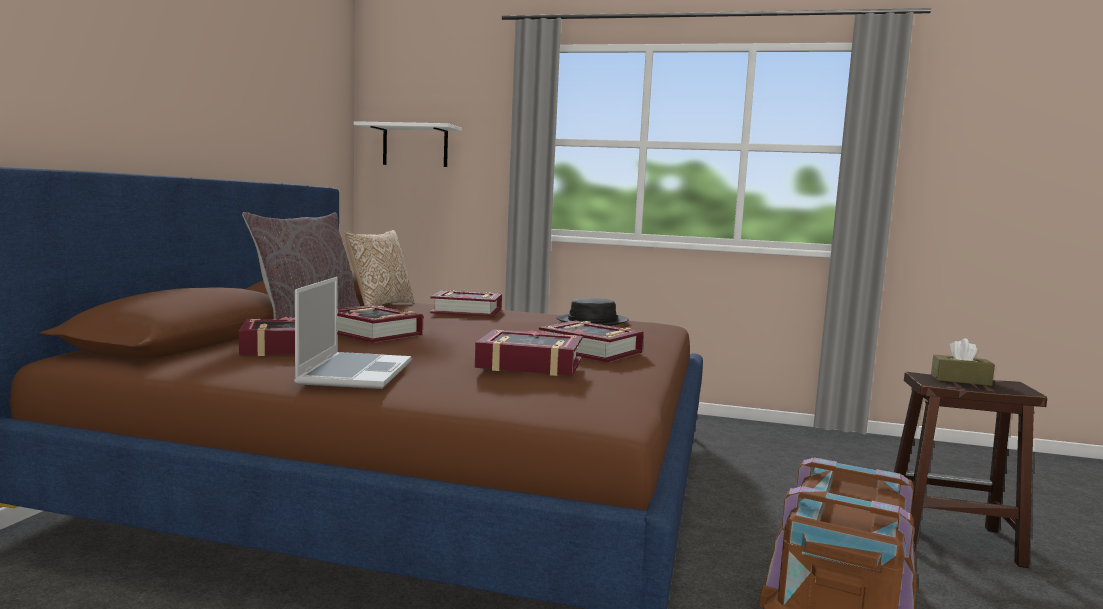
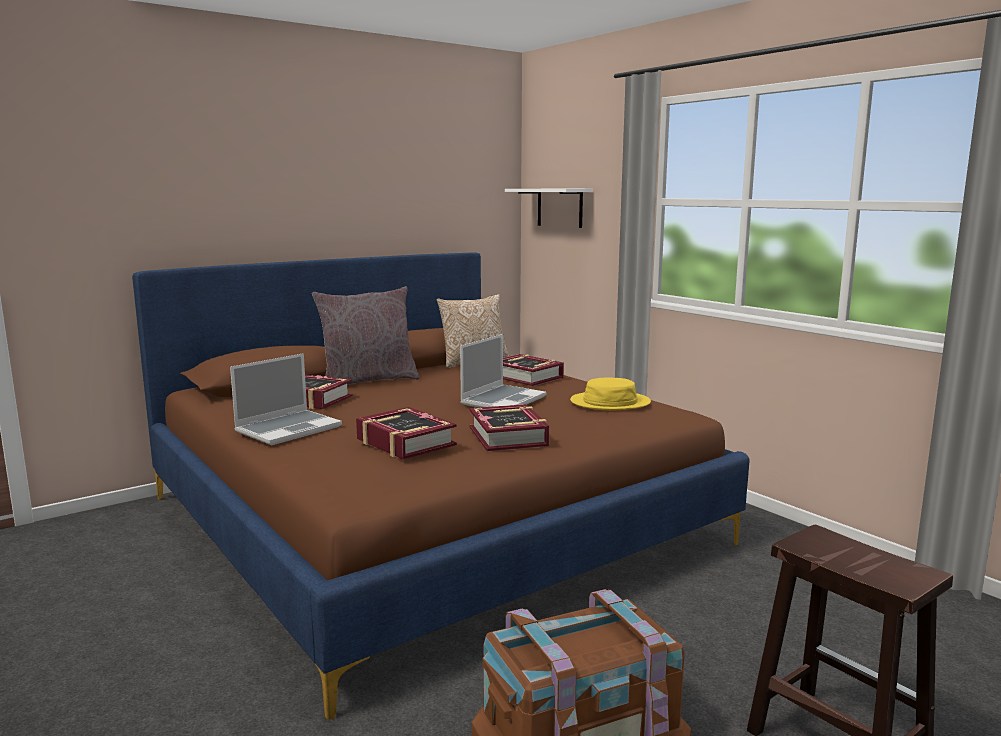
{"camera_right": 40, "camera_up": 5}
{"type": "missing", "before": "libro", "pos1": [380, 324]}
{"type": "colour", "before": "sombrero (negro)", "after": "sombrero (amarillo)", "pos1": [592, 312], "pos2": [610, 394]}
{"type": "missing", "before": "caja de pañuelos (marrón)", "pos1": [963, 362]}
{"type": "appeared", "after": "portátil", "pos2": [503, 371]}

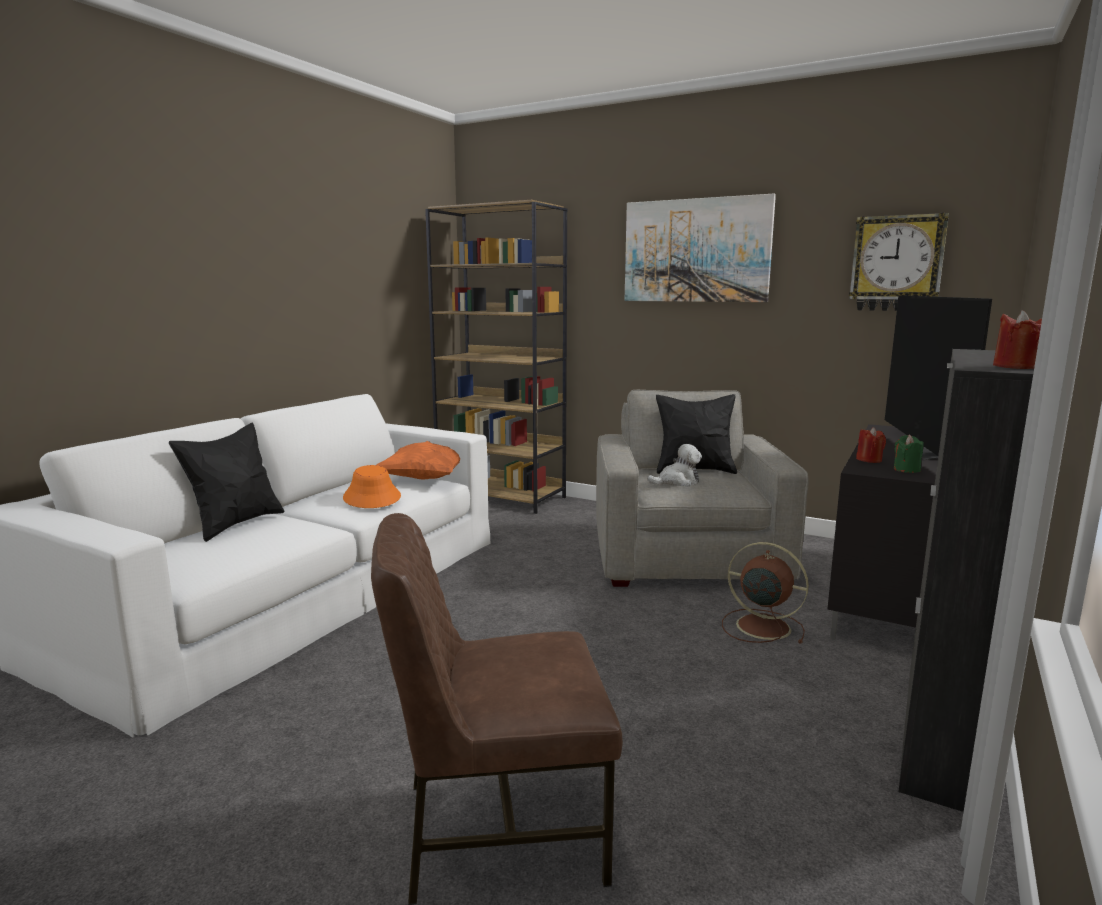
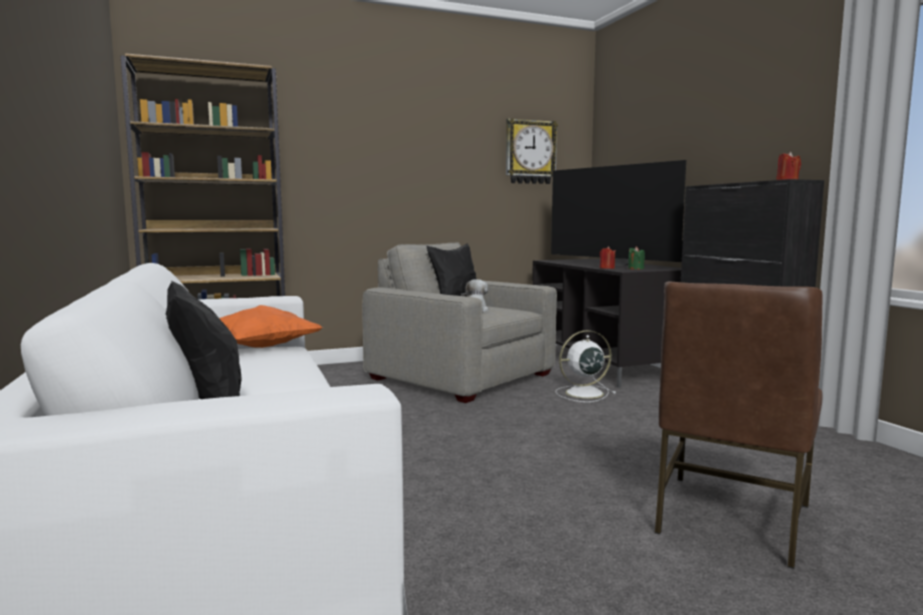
{"camera_right": -50, "camera_up": -5}
{"type": "missing", "before": "sombrero (naranja)", "pos1": [372, 486]}
{"type": "missing", "before": "cuadro", "pos1": [700, 248]}
{"type": "colour", "before": "ventilador (marrón)", "after": "ventilador (blanco)", "pos1": [765, 593], "pos2": [585, 366]}

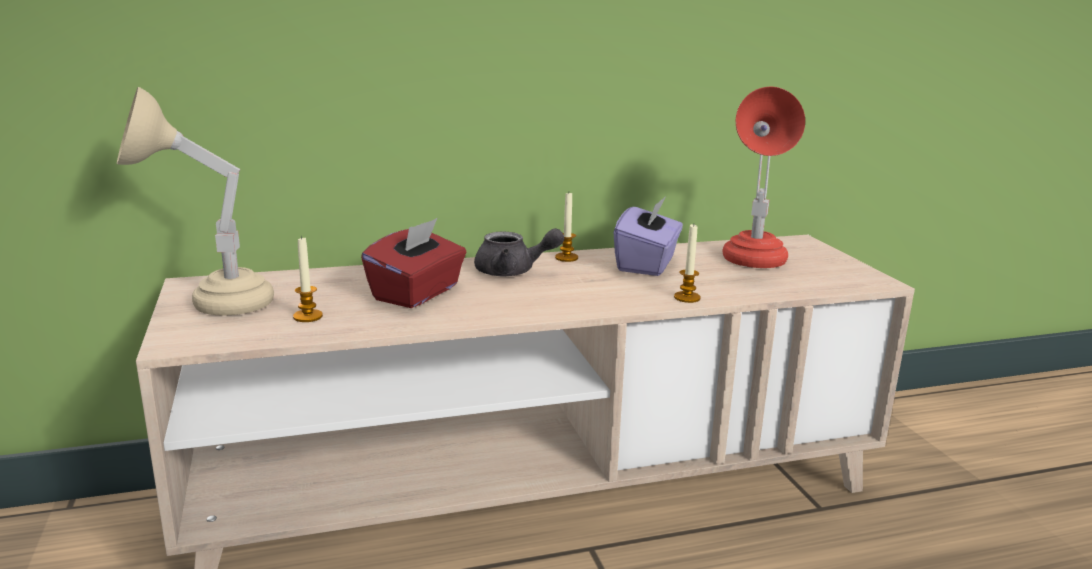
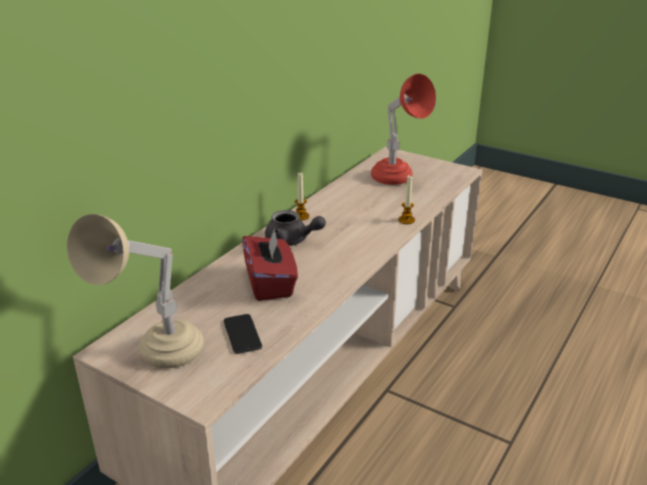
{"camera_right": -40, "camera_up": 10}
{"type": "exchanged", "before": "vela", "after": "móvil", "pos1": [308, 279], "pos2": [243, 334]}
{"type": "spun", "before": "tetera (gris)", "pos1": [519, 252], "pos2": [295, 228], "turn": 60}
{"type": "missing", "before": "caja de pañuelos (morado)", "pos1": [648, 236]}

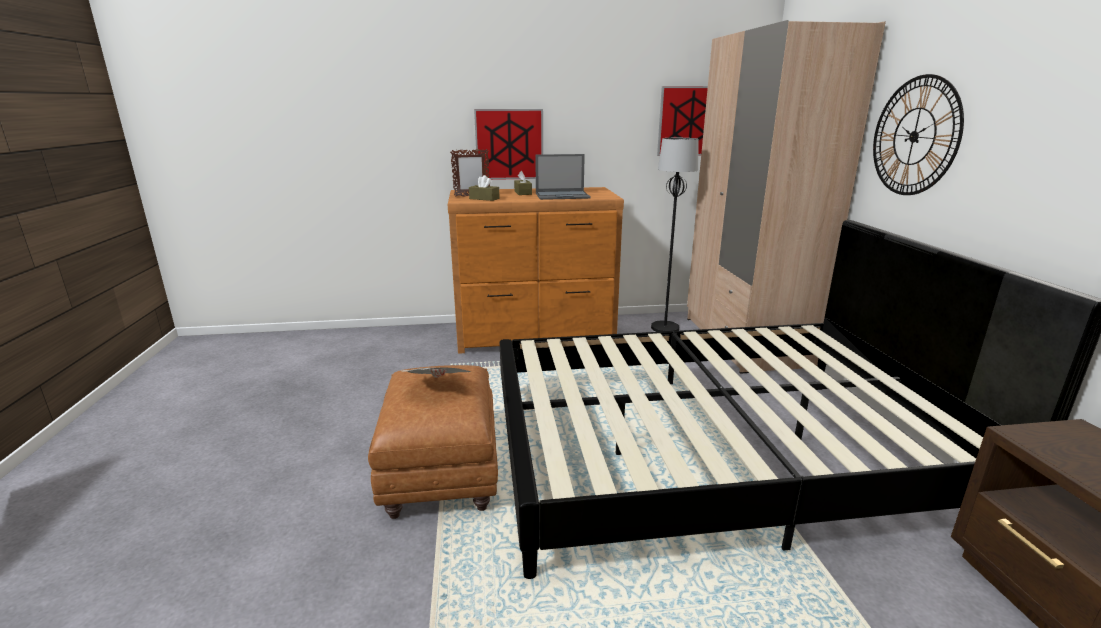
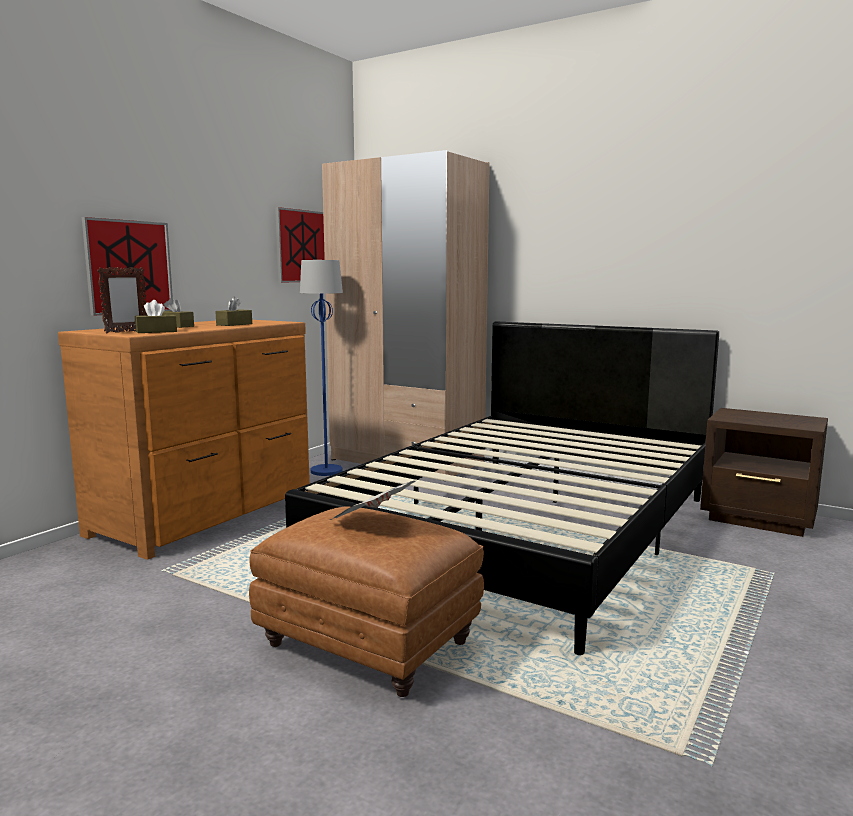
{"camera_right": -50, "camera_up": -10}
{"type": "exchanged", "before": "portátil", "after": "caja de pañuelos (marrón)", "pos1": [563, 177], "pos2": [233, 311]}
{"type": "colour", "before": "lámpara de pie (negro)", "after": "lámpara de pie (azul)", "pos1": [675, 235], "pos2": [321, 368]}
{"type": "missing", "before": "reloj de pared", "pos1": [918, 134]}

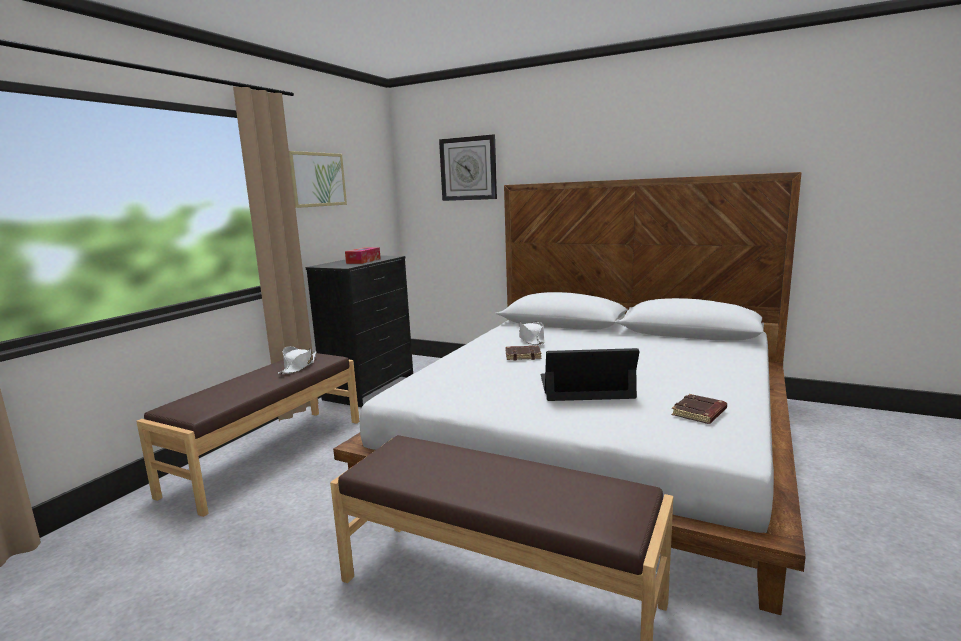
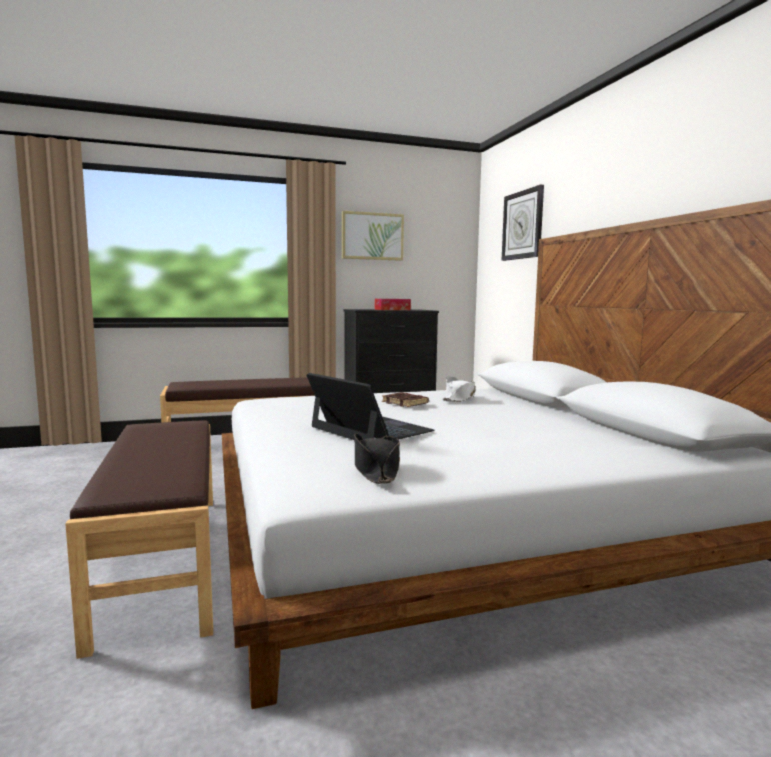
{"camera_right": 45, "camera_up": -5}
{"type": "missing", "before": "sombrero (blanco)", "pos1": [297, 360]}
{"type": "exchanged", "before": "libro (marrón)", "after": "sombrero (negro)", "pos1": [699, 409], "pos2": [377, 459]}

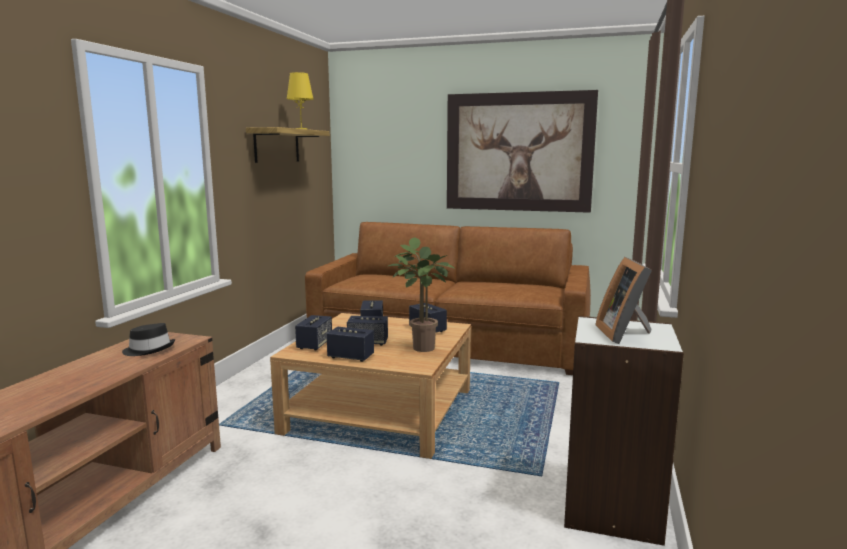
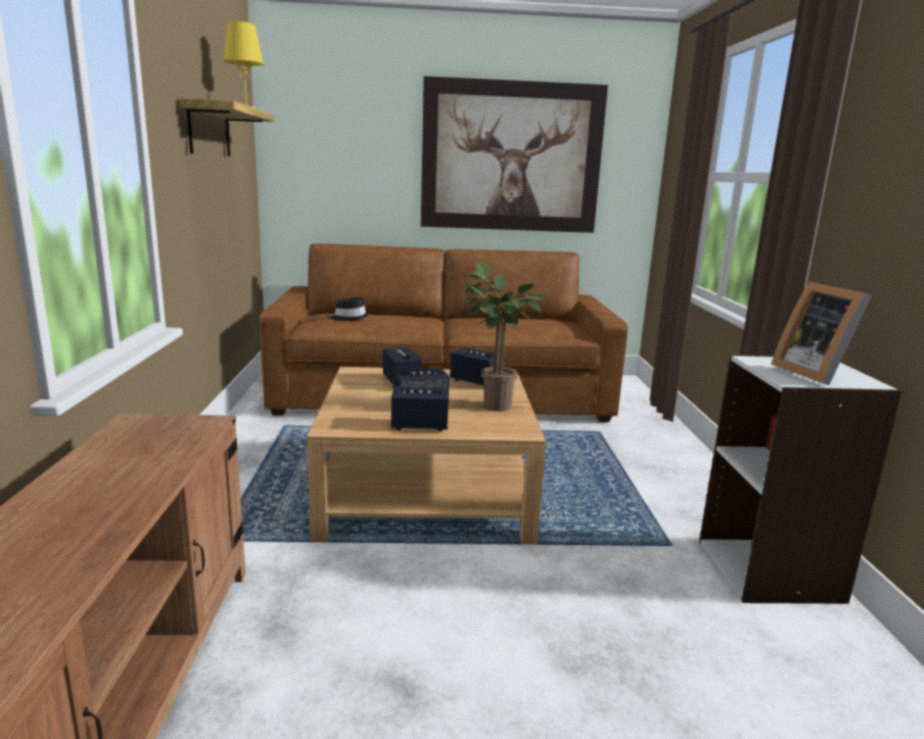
{"camera_right": -20, "camera_up": 5}
{"type": "relocated", "before": "sombrero (negro)", "pos1": [148, 339], "pos2": [350, 309]}
{"type": "missing", "before": "altavoz", "pos1": [313, 332]}

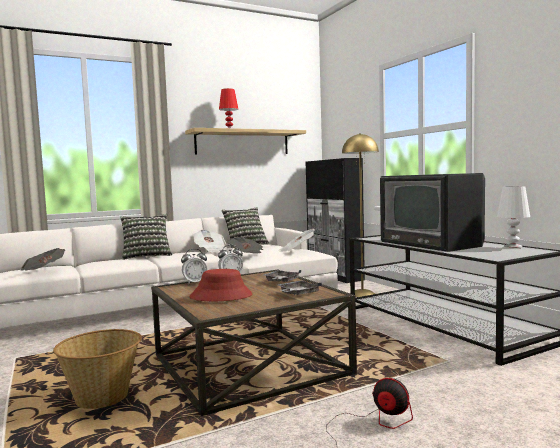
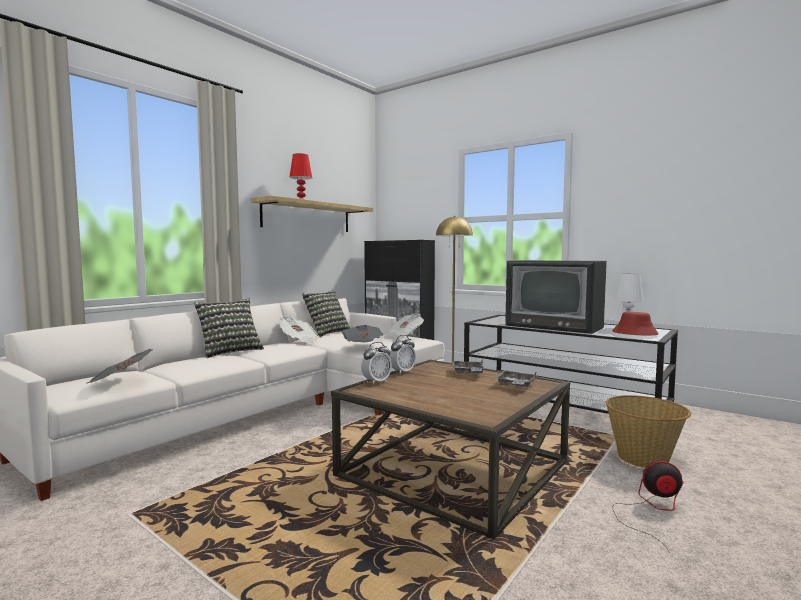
{"camera_right": -25, "camera_up": 0}
{"type": "relocated", "before": "cesta", "pos1": [97, 369], "pos2": [648, 431]}
{"type": "relocated", "before": "sombrero (rojo)", "pos1": [220, 285], "pos2": [635, 324]}

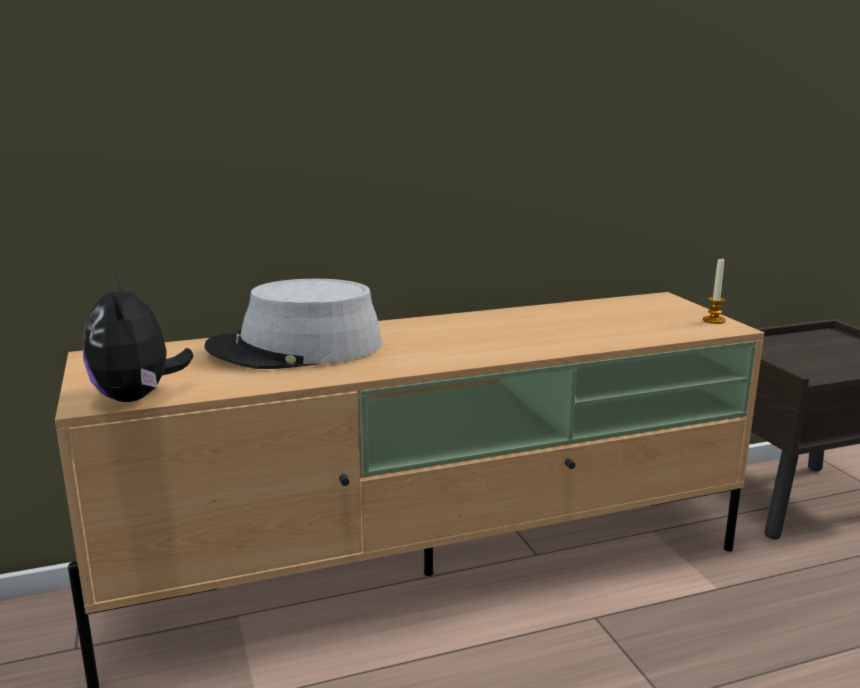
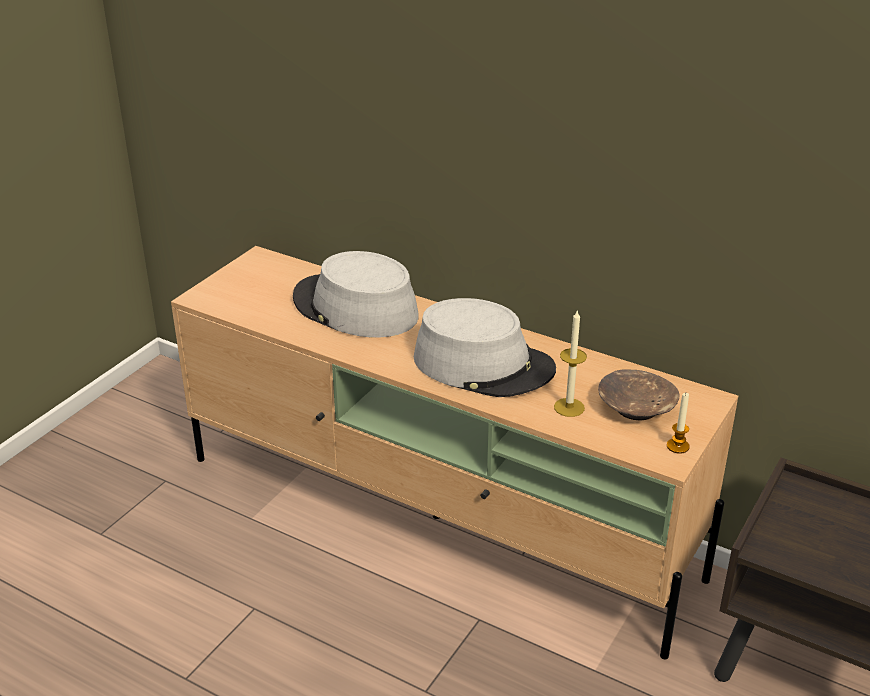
{"camera_right": 50, "camera_up": 15}
{"type": "missing", "before": "peluche", "pos1": [138, 338]}
{"type": "appeared", "after": "sombrero (gris)", "pos2": [485, 347]}
{"type": "appeared", "after": "vela", "pos2": [570, 363]}
{"type": "appeared", "after": "cuenco (marrón)", "pos2": [639, 395]}

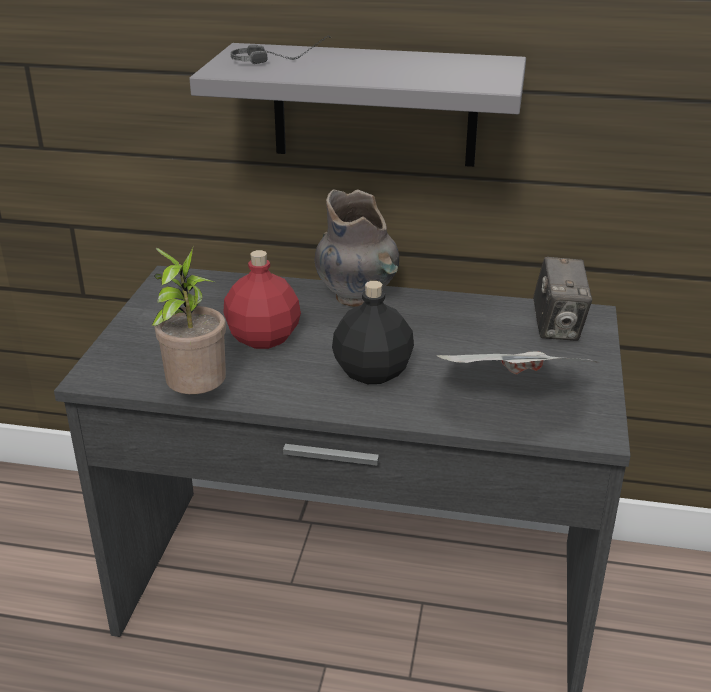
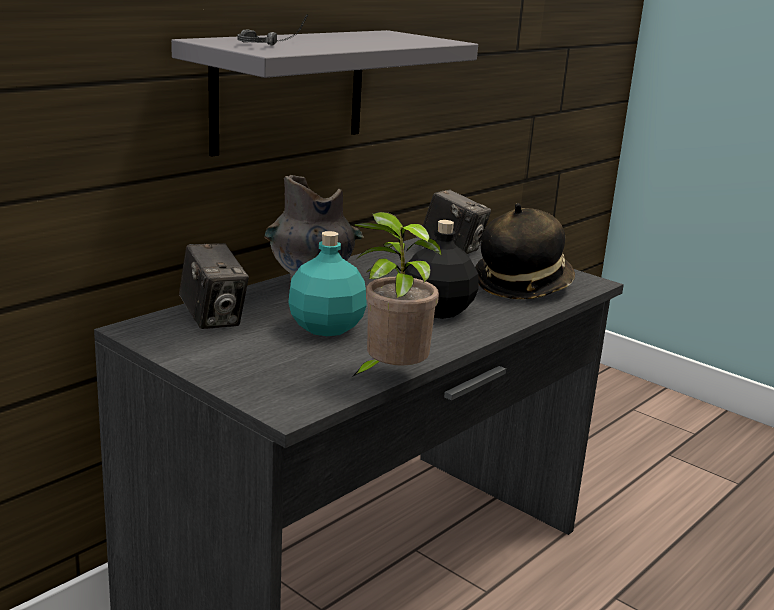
{"camera_right": -60, "camera_up": -10}
{"type": "colour", "before": "botella (rojo)", "after": "botella (turquesa)", "pos1": [262, 299], "pos2": [327, 283]}
{"type": "exchanged", "before": "periódico", "after": "sombrero", "pos1": [517, 363], "pos2": [525, 251]}
{"type": "appeared", "after": "cámara", "pos2": [214, 286]}

